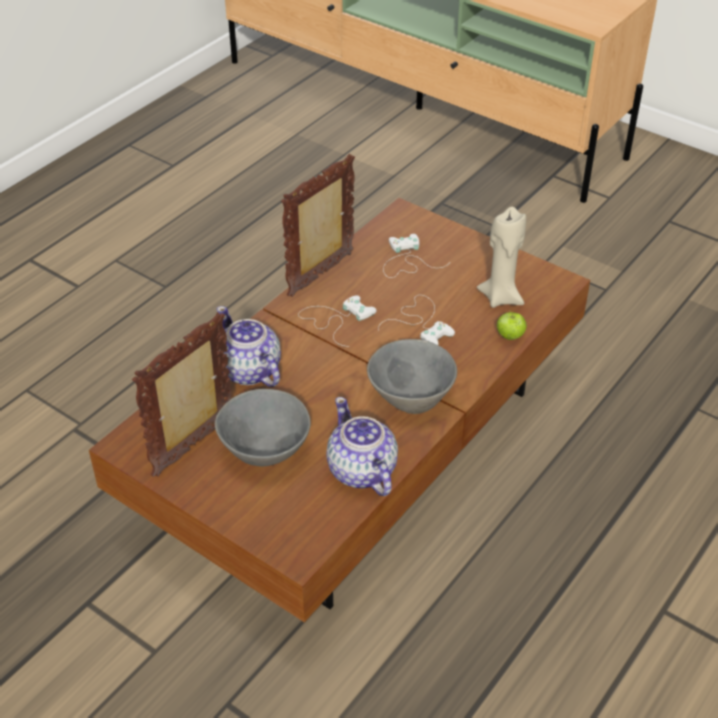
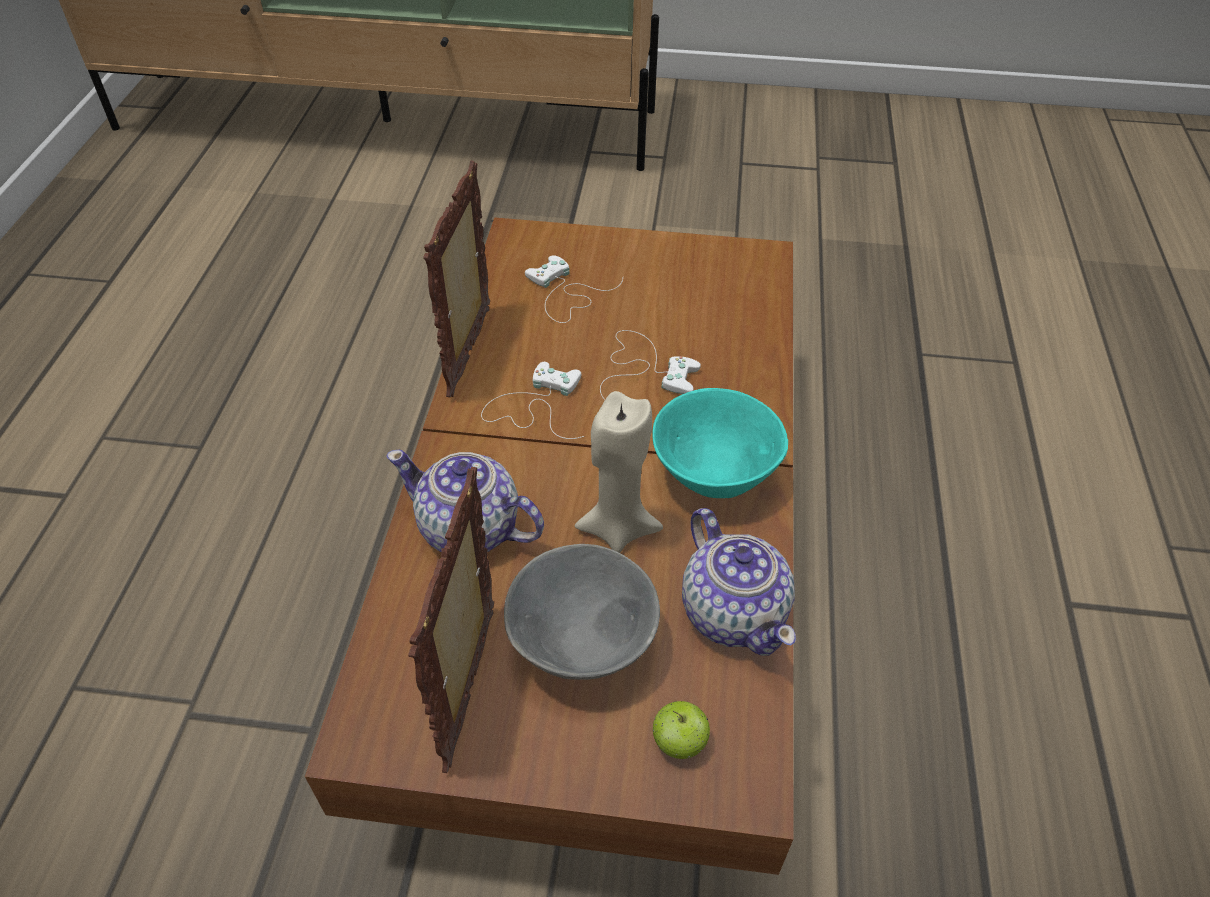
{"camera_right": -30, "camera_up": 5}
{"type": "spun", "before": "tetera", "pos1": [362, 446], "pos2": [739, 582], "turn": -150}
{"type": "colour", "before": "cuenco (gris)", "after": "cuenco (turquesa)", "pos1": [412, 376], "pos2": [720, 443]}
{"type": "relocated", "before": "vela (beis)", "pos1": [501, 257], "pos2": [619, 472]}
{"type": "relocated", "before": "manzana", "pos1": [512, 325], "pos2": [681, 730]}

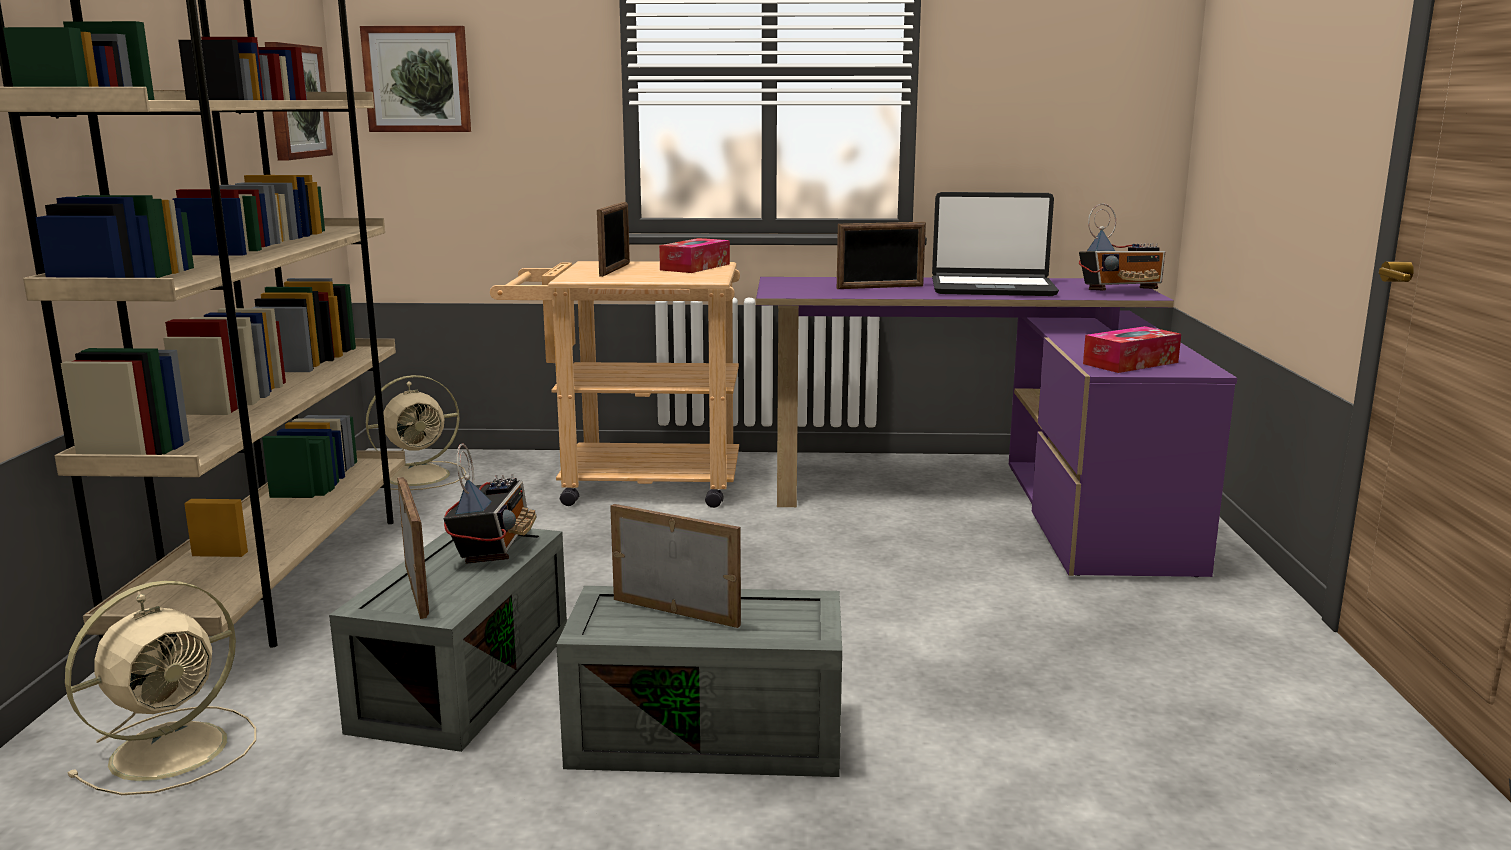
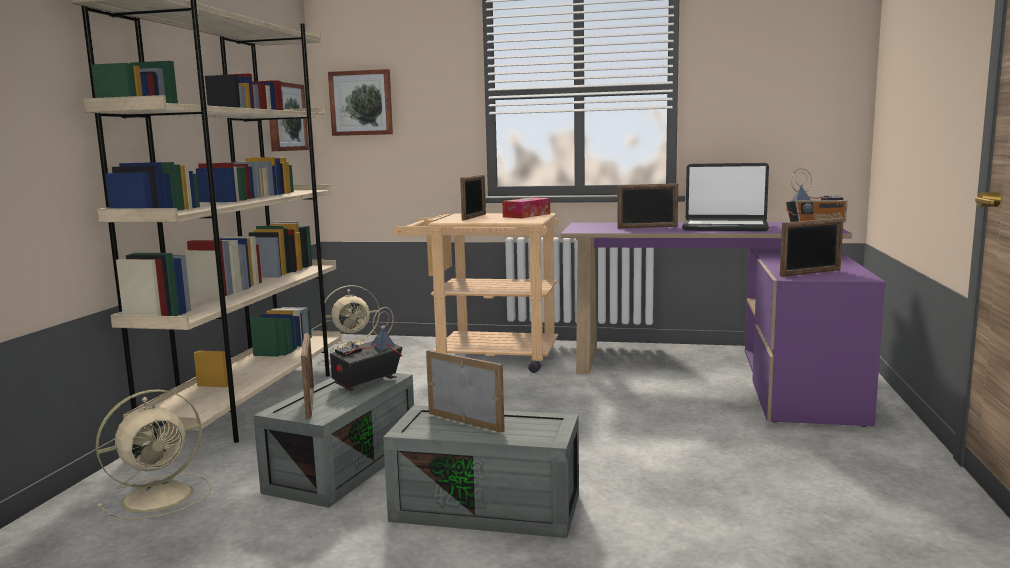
{"camera_right": 10, "camera_up": -5}
{"type": "spun", "before": "radio", "pos1": [490, 504], "pos2": [366, 349], "turn": -150}
{"type": "exchanged", "before": "caja de pañuelos", "after": "portarretratos", "pos1": [1132, 349], "pos2": [811, 247]}

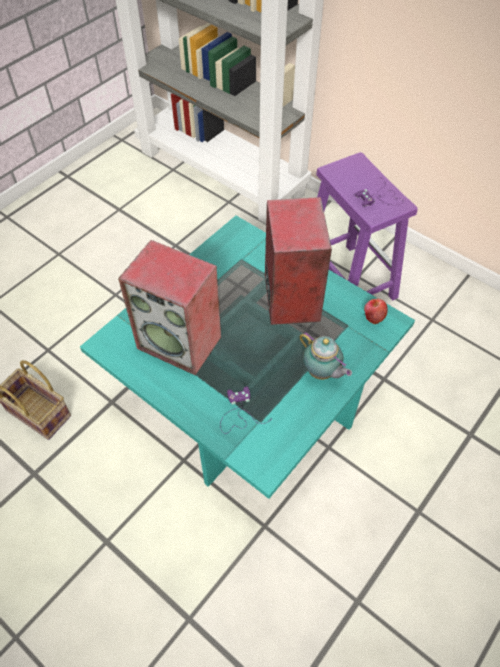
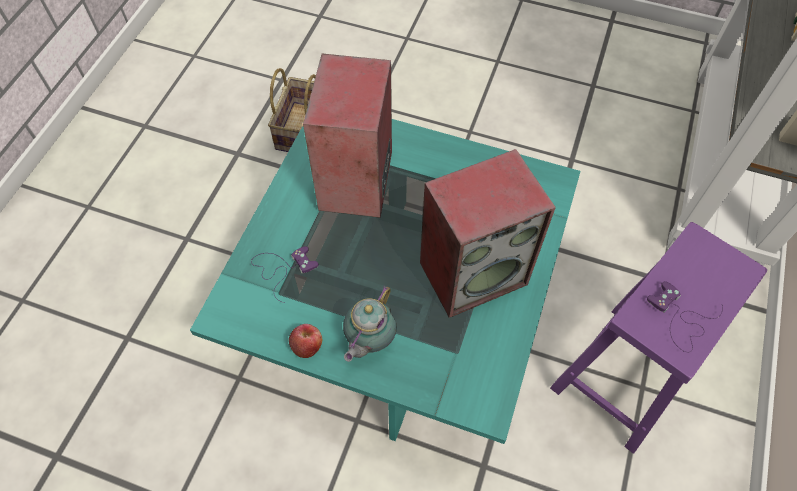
{"camera_right": 70, "camera_up": 5}
{"type": "relocated", "before": "manzana", "pos1": [376, 311], "pos2": [305, 341]}

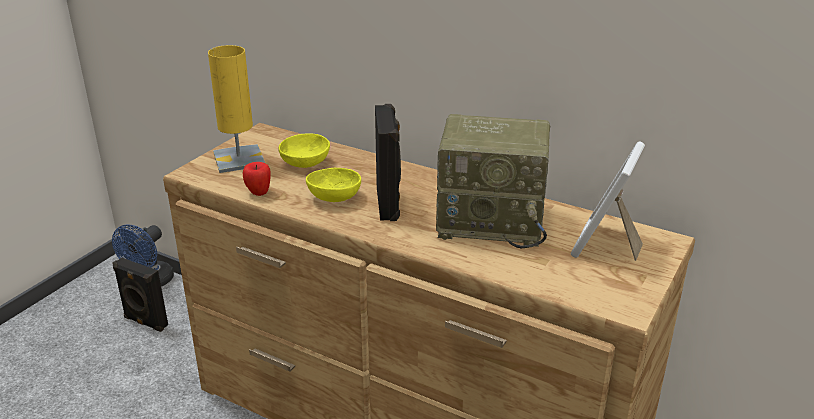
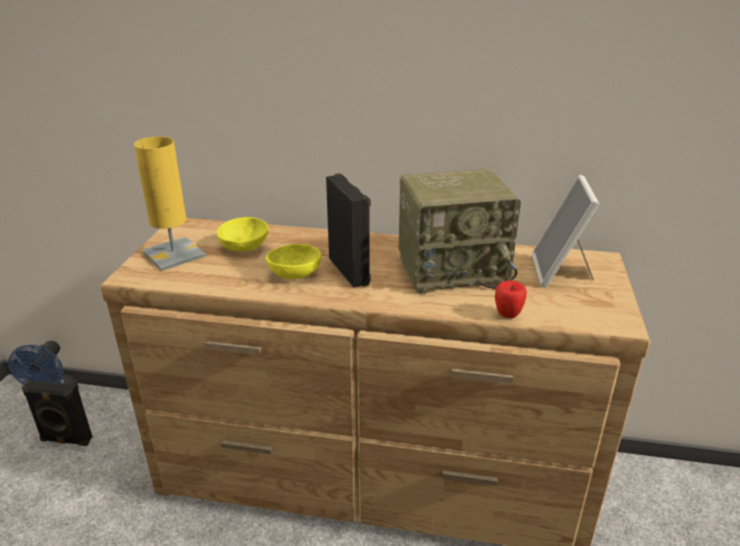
{"camera_right": -20, "camera_up": 0}
{"type": "relocated", "before": "manzana", "pos1": [257, 179], "pos2": [511, 299]}

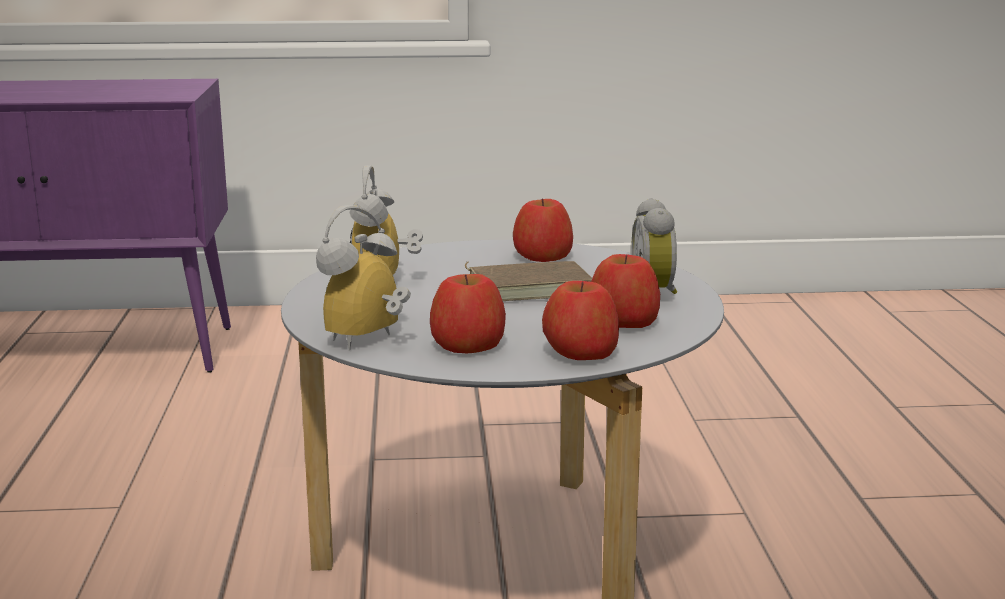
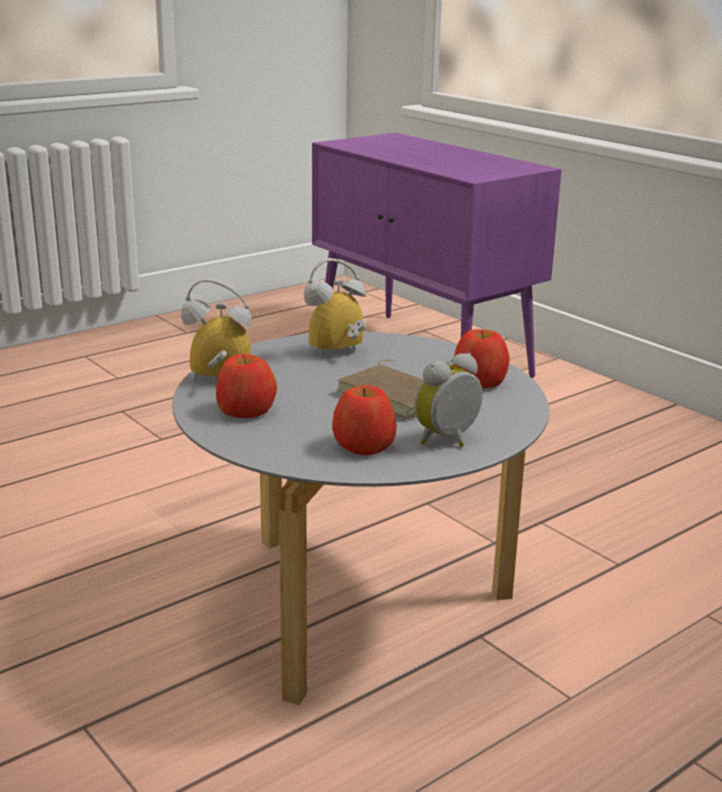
{"camera_right": 55, "camera_up": 5}
{"type": "missing", "before": "manzana", "pos1": [580, 320]}

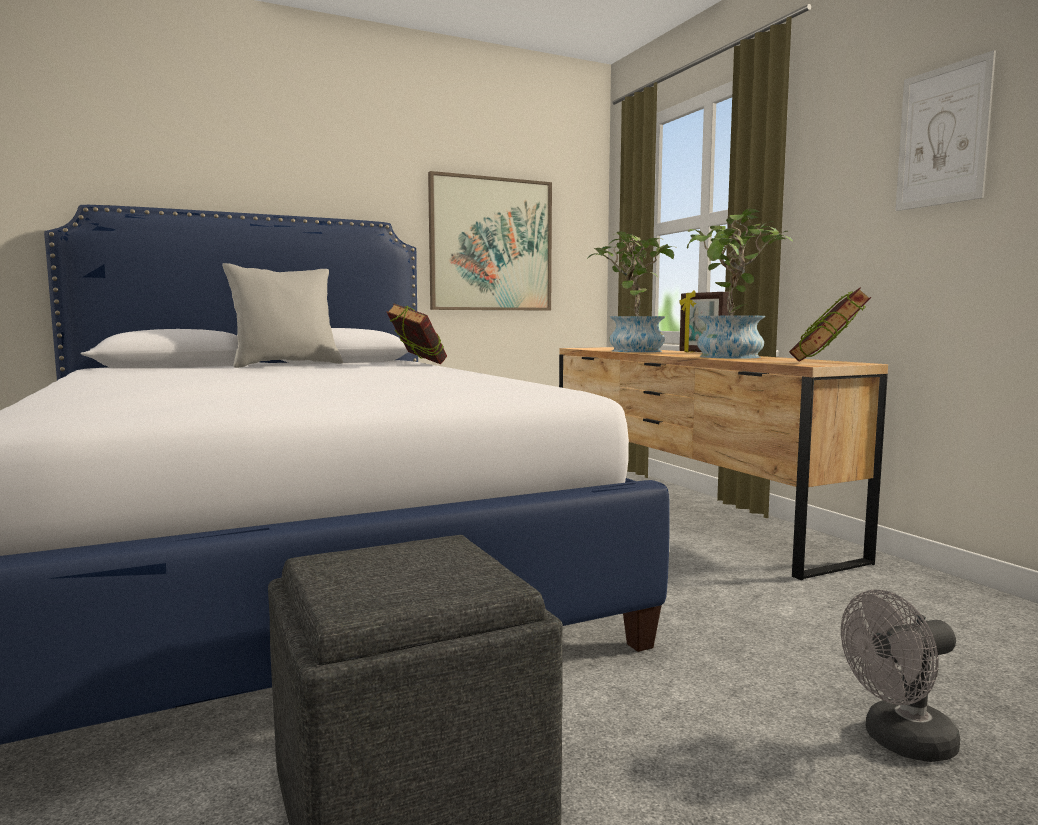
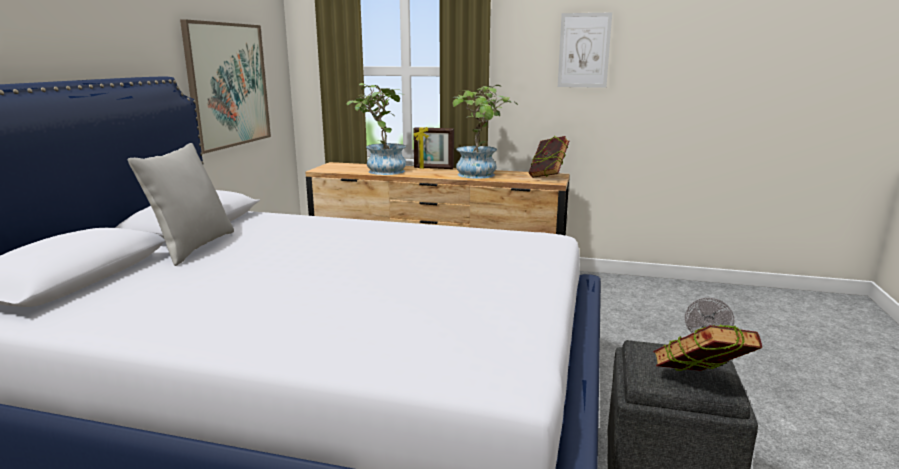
{"camera_right": -50, "camera_up": 10}
{"type": "relocated", "before": "libro", "pos1": [417, 334], "pos2": [707, 347]}

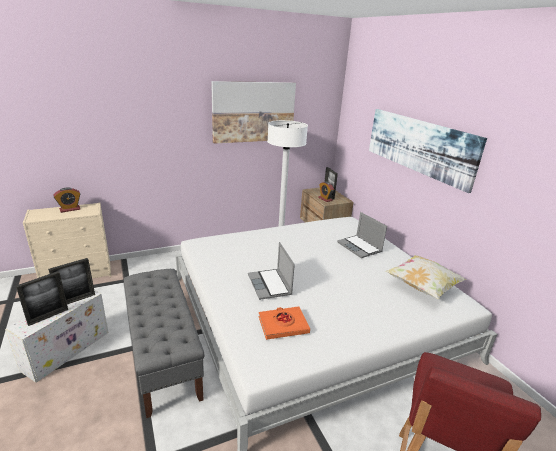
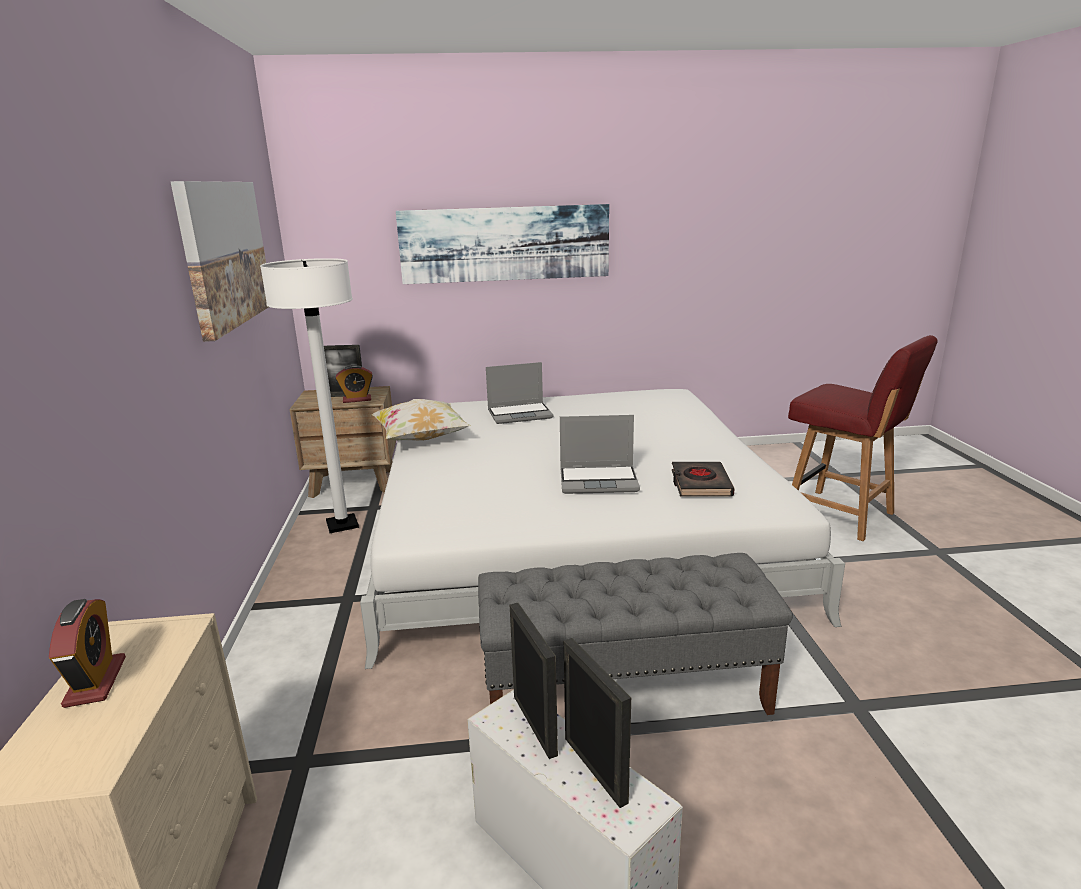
{"camera_right": -70, "camera_up": -5}
{"type": "colour", "before": "libro (naranja)", "after": "libro (negro)", "pos1": [284, 323], "pos2": [703, 479]}
{"type": "relocated", "before": "cojín", "pos1": [426, 277], "pos2": [421, 420]}

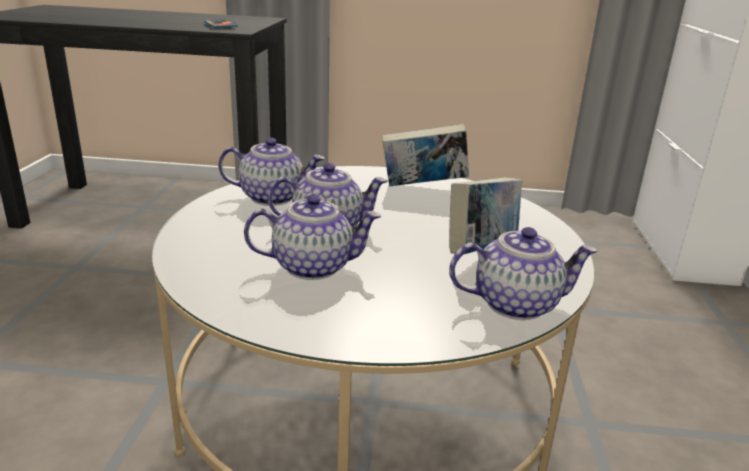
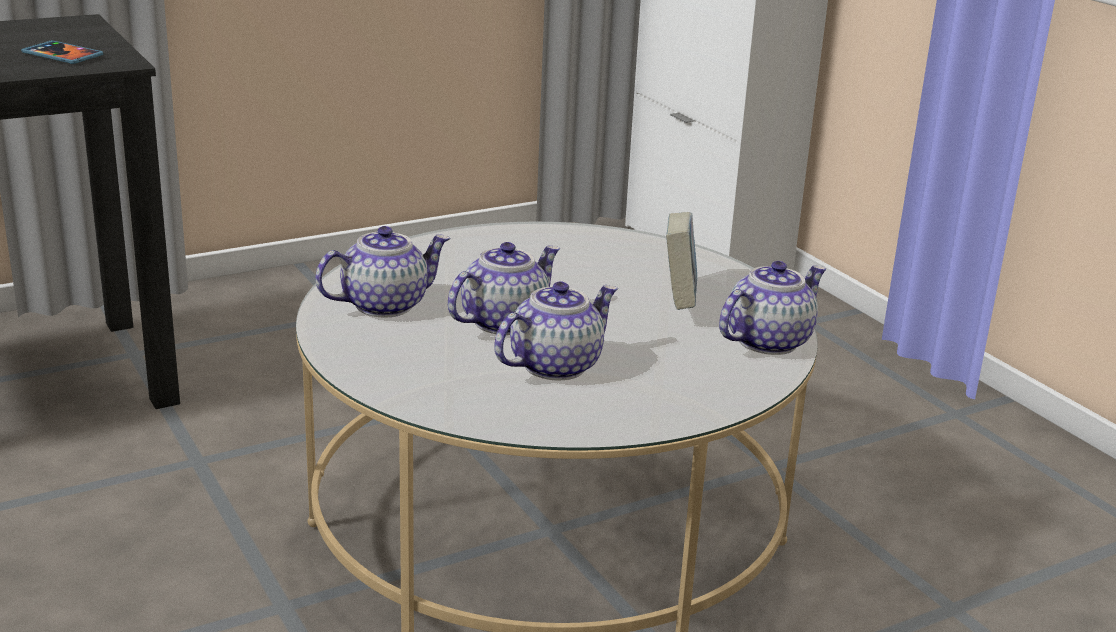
{"camera_right": -35, "camera_up": 0}
{"type": "missing", "before": "libro", "pos1": [425, 155]}

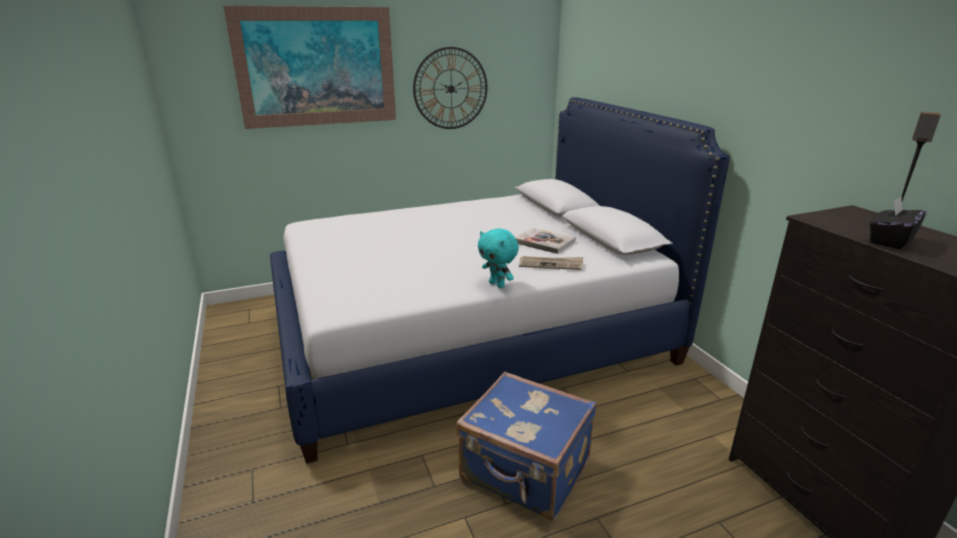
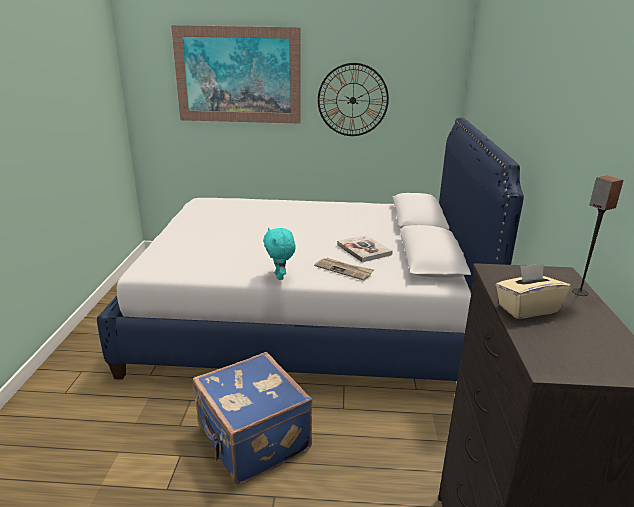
{"camera_right": 25, "camera_up": 0}
{"type": "colour", "before": "caja de pañuelos (negro)", "after": "caja de pañuelos (beis)", "pos1": [898, 222], "pos2": [533, 291]}

